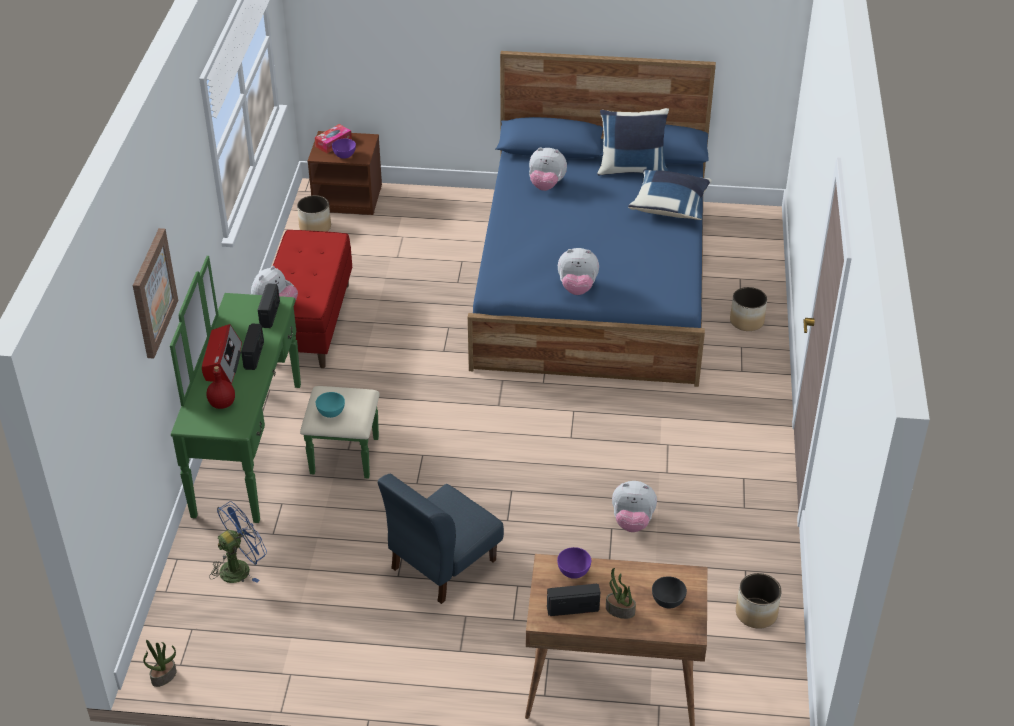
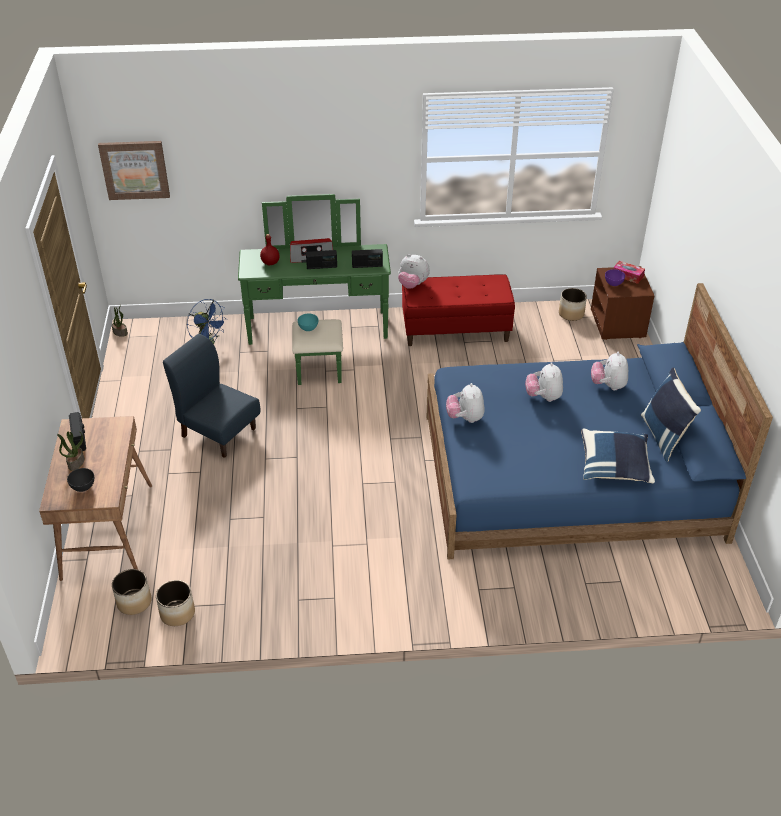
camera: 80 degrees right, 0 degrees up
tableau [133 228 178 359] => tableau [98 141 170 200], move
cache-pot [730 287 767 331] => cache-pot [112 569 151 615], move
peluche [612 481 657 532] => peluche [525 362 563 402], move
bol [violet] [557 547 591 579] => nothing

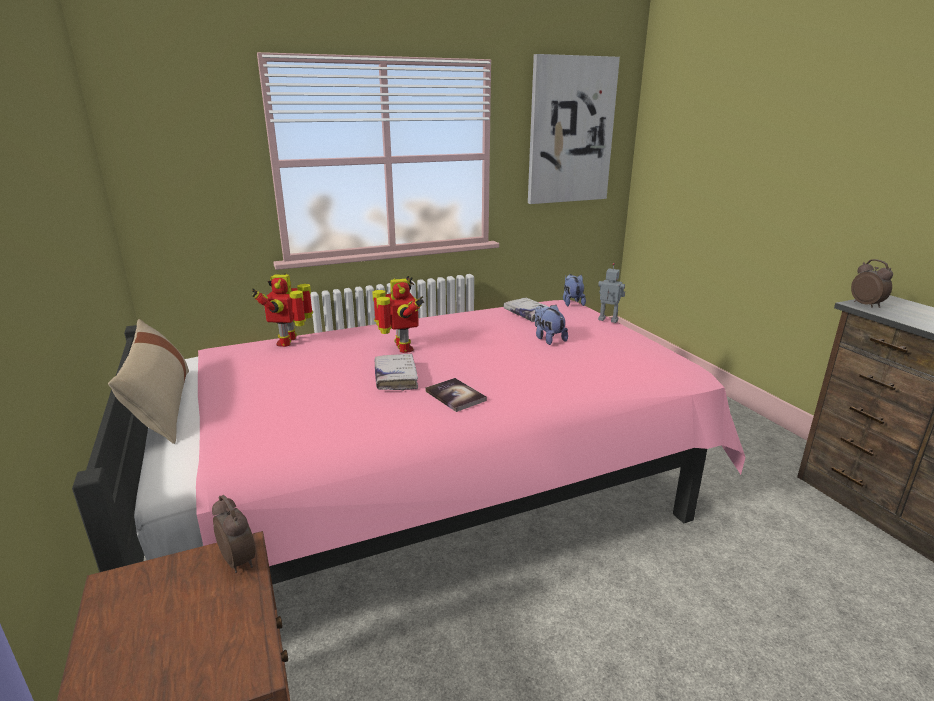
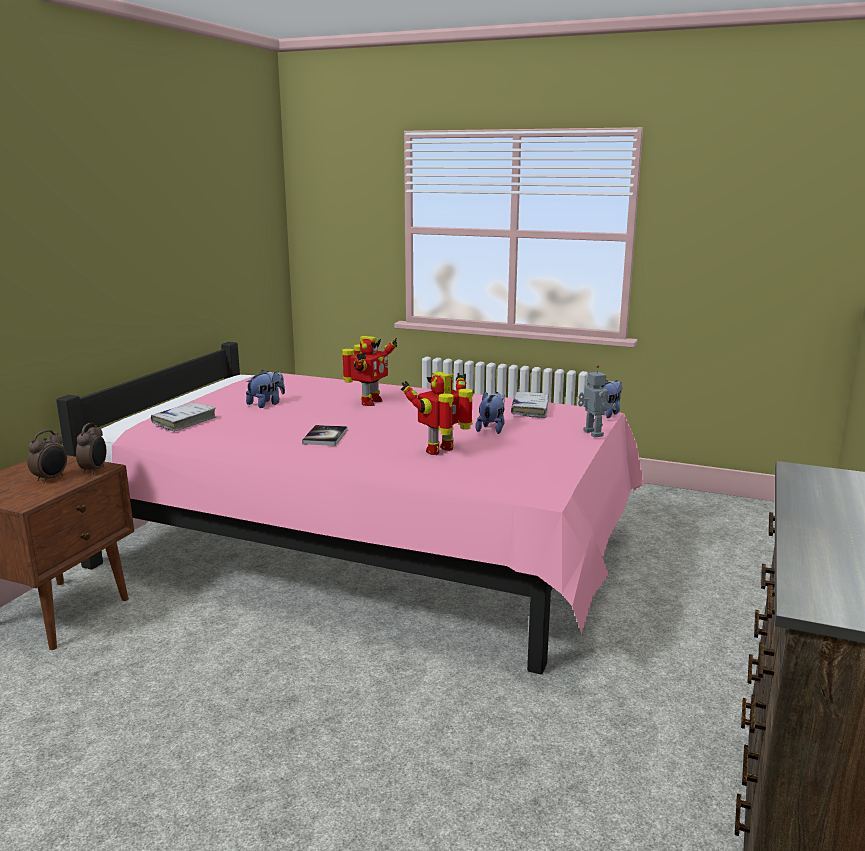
camera: 45 degrees right, 5 degrees down
tableau [528 54 620 204] => nothing
réveil [851 259 893 308] => réveil [27 430 67 483], move
robot jouet [252 273 313 347] => robot jouet [401 372 473 455], move
coussin [beige] [108 319 189 444] => nothing
livre [blanc] [375 354 418 391] => livre [blanc] [151 402 216 432], move
nothing => peluche [246 370 285 408]

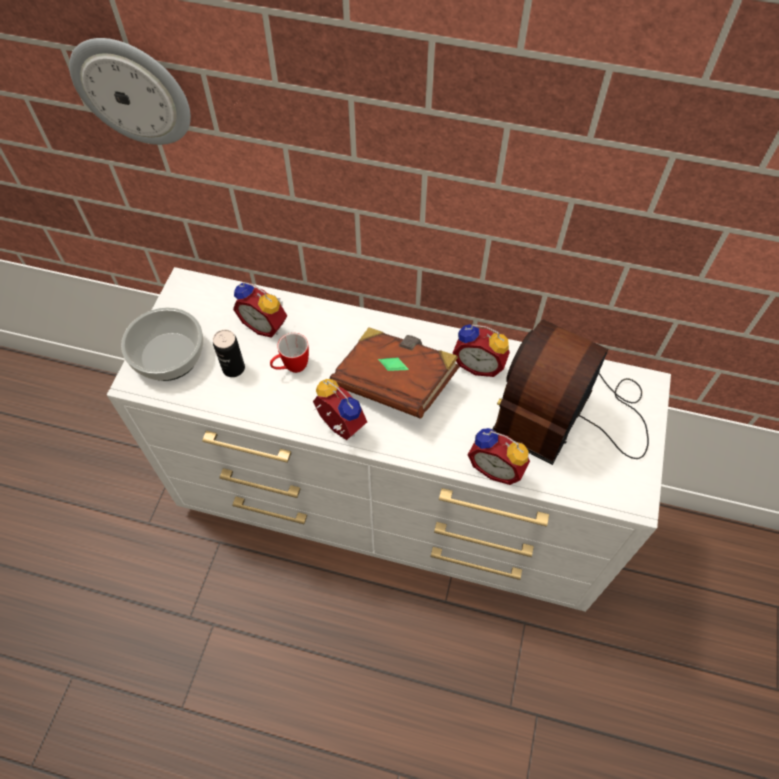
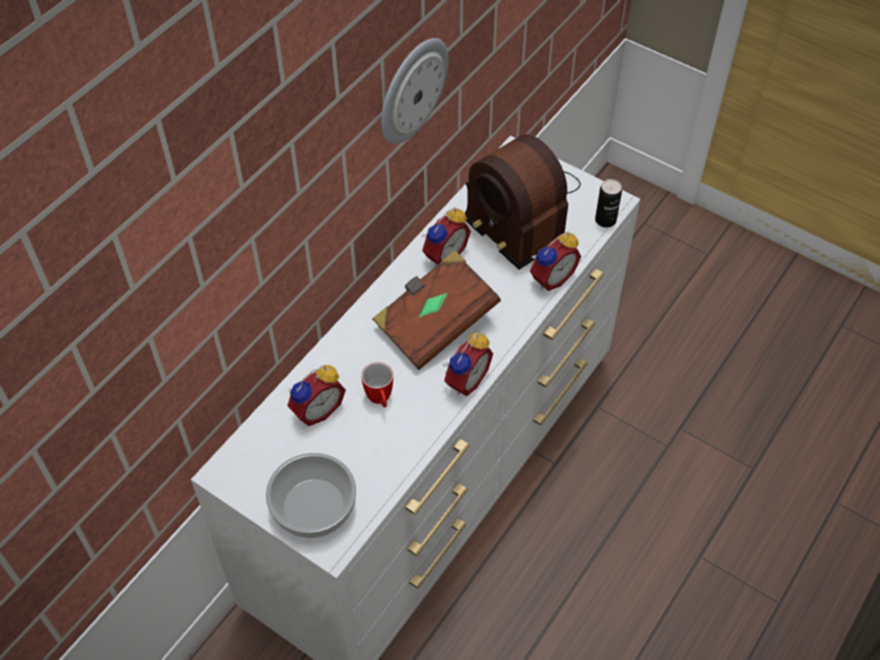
camera: 70 degrees left, 5 degrees down
horloge murale [69 38 191 145] => horloge murale [381 38 449 144], move
boîte métallique [213 329 245 377] => boîte métallique [595 179 622 228], move
réveil [313 379 367 440] => réveil [443 332 493 396], 150 degrees clockwise

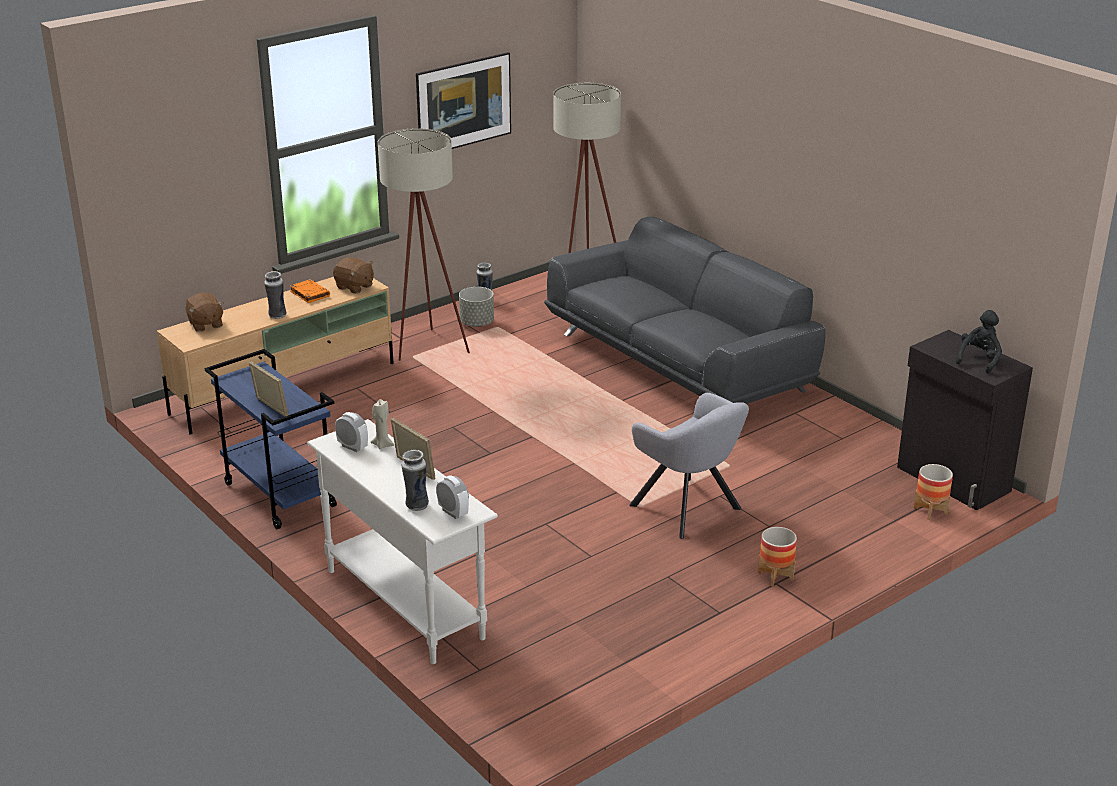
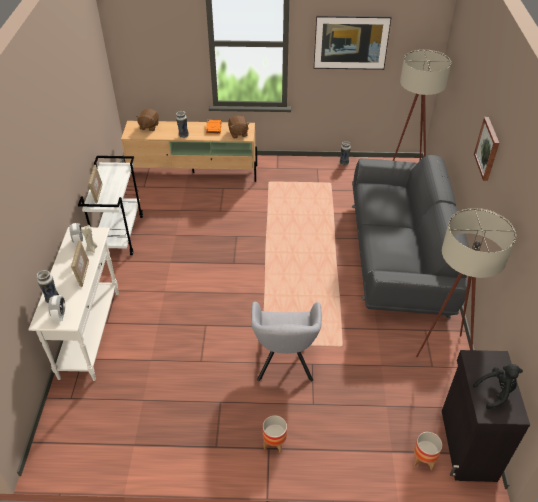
camera: 40 degrees right, 15 degrees up
lampadaire [beige] [378 128 470 361] => lampadaire [beige] [416 208 516 357], move
cache-pot [gris] [459 287 494 327] => nothing
chariot [bleu] [204 349 337 529] => chariot [blanc] [78 156 143 255]
nothing => tableau [474 117 499 181]

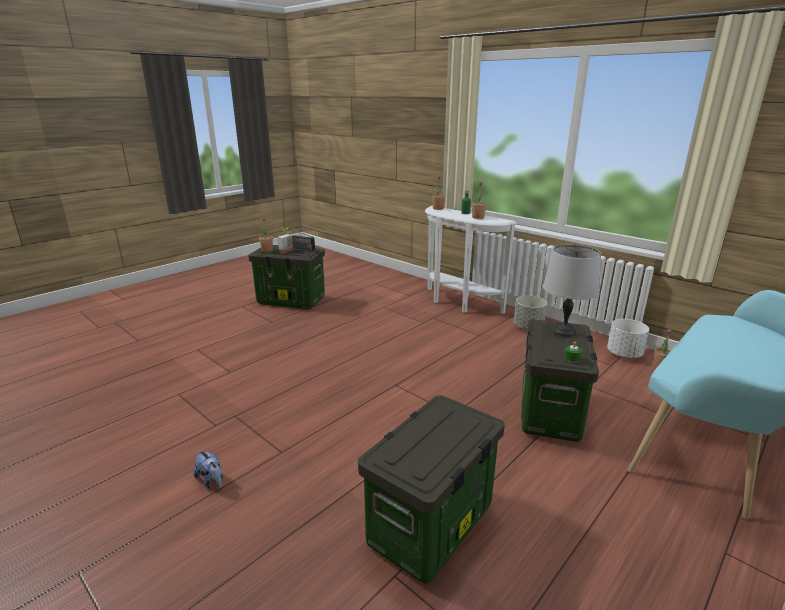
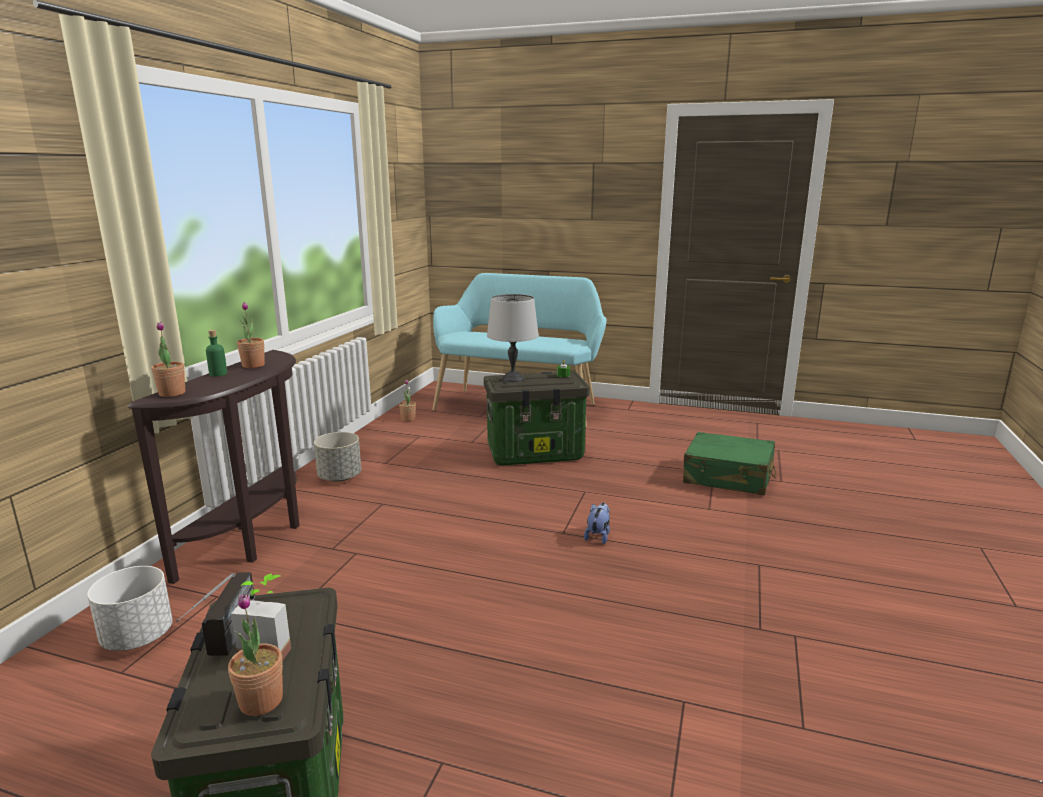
camera: 115 degrees left, 5 degrees down
table console [blanc] [425 206 517 314] => table console [marron] [128 350 299 584]
cache-pot [blanc] [607 319 649 358] => cache-pot [blanc] [87 566 173 651], move
boîte de rangement [358 395 505 584] => valise [vert] [683 432 776 495]
peluche [194 450 223 488] => peluche [584 503 610 544], move

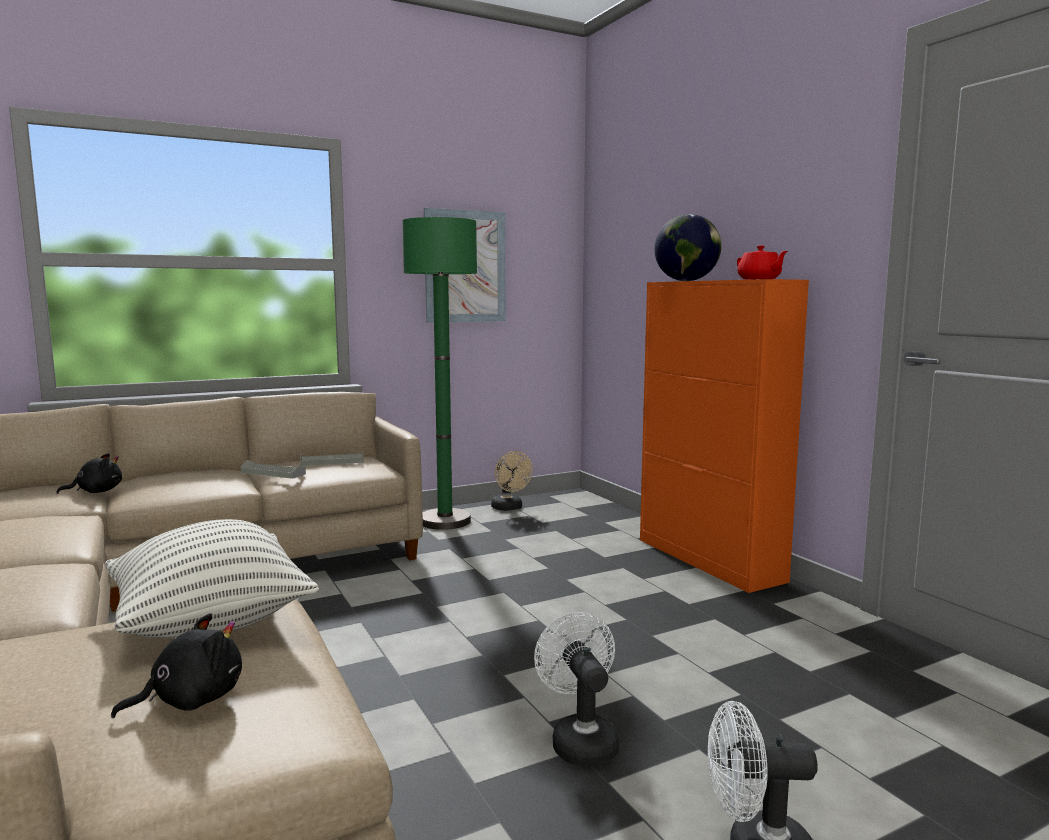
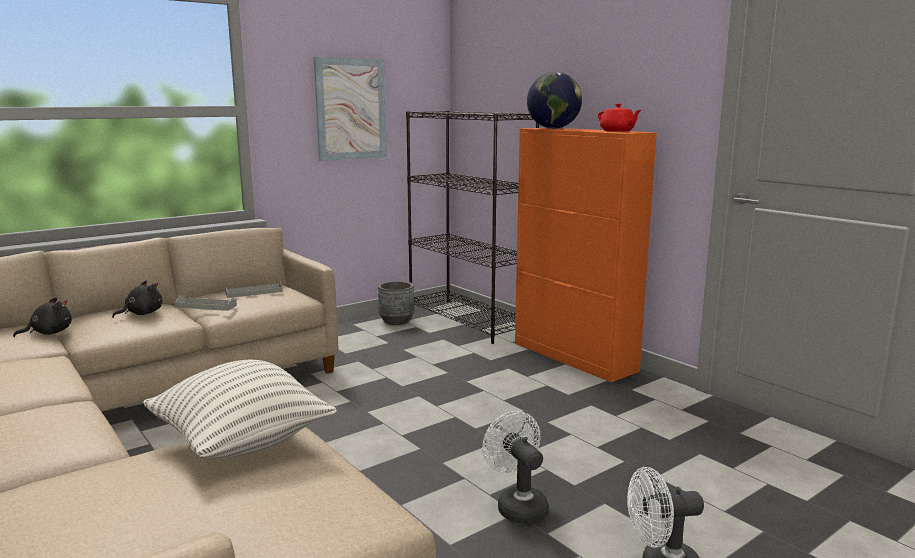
camera: 10 degrees left, 5 degrees up
lampadaire [vert] [402 217 477 530] => nothing
ventilateur [beige] [491 451 533 511] => cache-pot [gris] [378 281 414 325]
peluche [noir] [111 613 242 718] => peluche [noir] [112 280 162 318], move
nothing => bibliothèque [noir] [406 111 539 344]

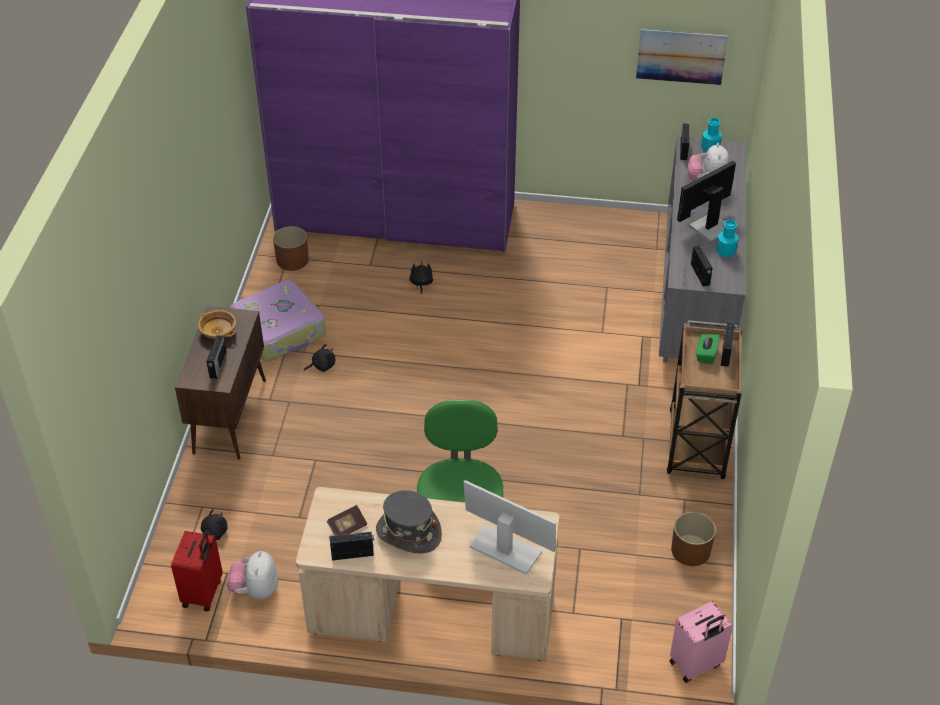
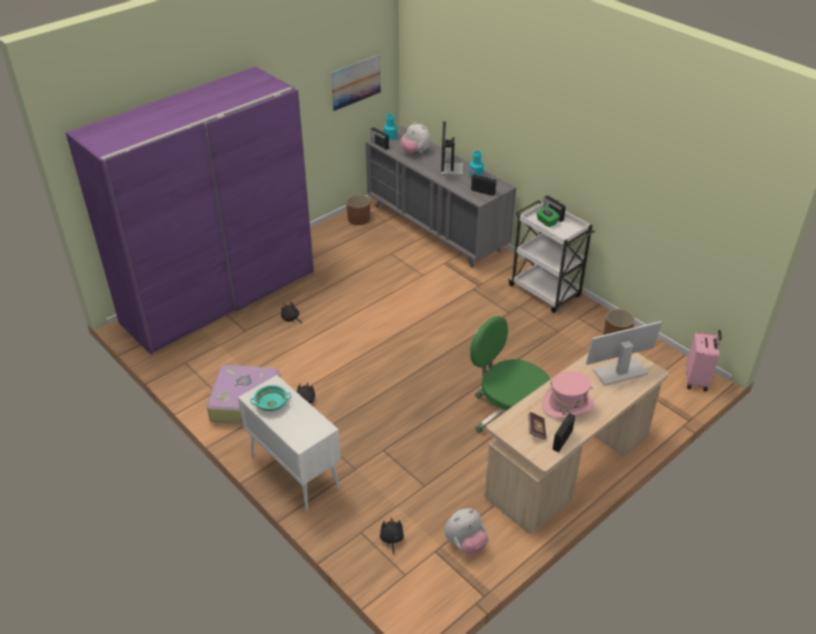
camera: 50 degrees left, 5 degrees down
cache-pot [marron] [273 226 309 271] => cache-pot [marron] [346 195 370 225], move
meuble de rangement [marron] [175 306 266 459] => meuble de rangement [blanc] [238 375 341 511]
bol [beige] [198 310 236 339] => bol [turquoise] [250 385 291 411]
chariot [marron] [667 320 742 479] => chariot [blanc] [508 200 595 313]
radio [206 335 227 379] => nothing
chapeau [gris] [376 490 442 554] => chapeau [rose] [542 371 594 418]
valise [rouge] [171 531 223 612] => nothing
peluche [227 551 278 600] => peluche [445 508 489 554], 75 degrees counterclockwise

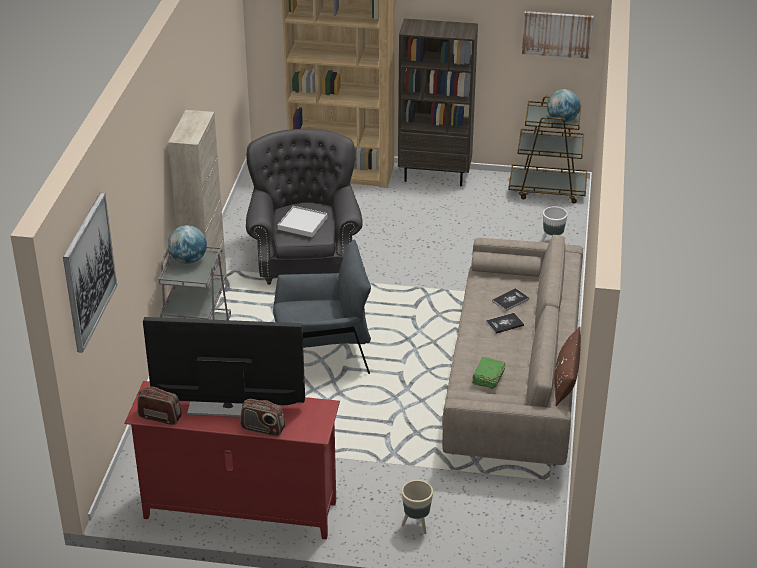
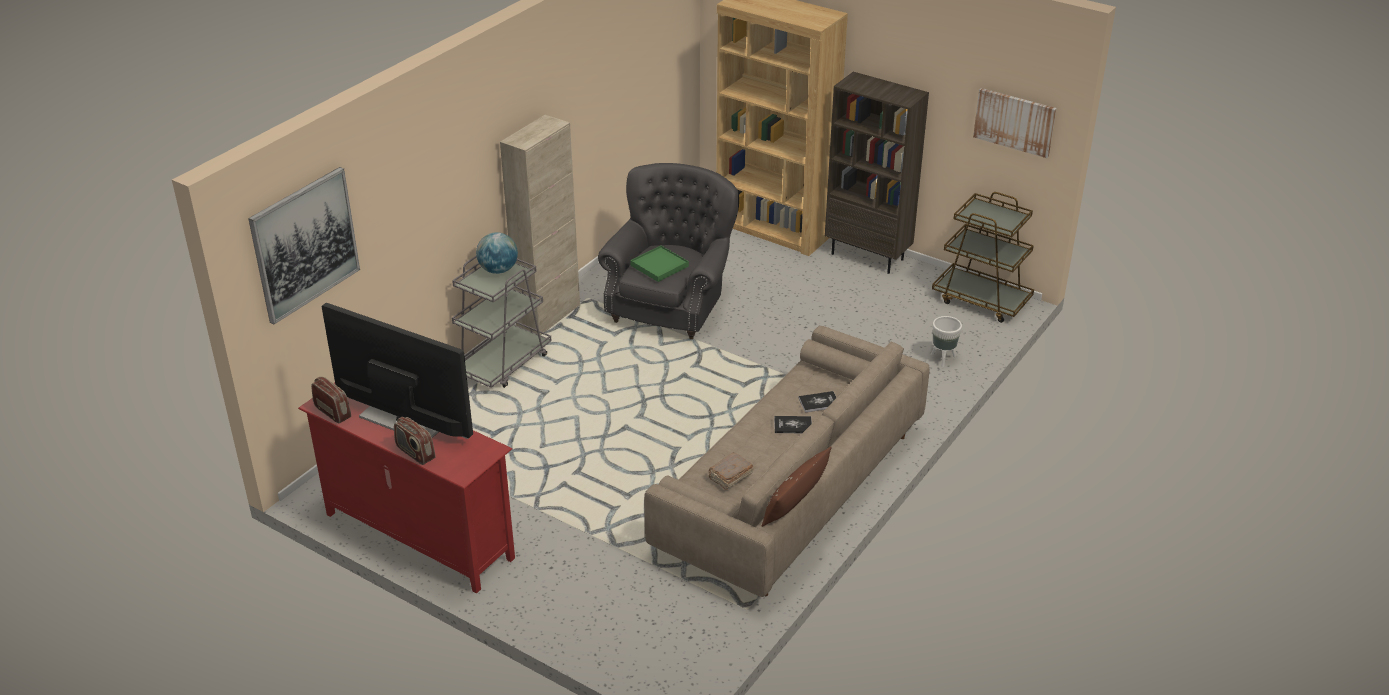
camera: 25 degrees right, 0 degrees up
globe [547 89 580 123] => nothing
plateau [blanc] [278 206 327 237] => plateau [vert] [630 246 689 282]
fauteuil [gris] [273 239 371 374] => nothing
livre [vert] [472 357 506 389] => livre [marron] [709 452 753 490]
cache-pot [beige] [401 480 433 534] => nothing

